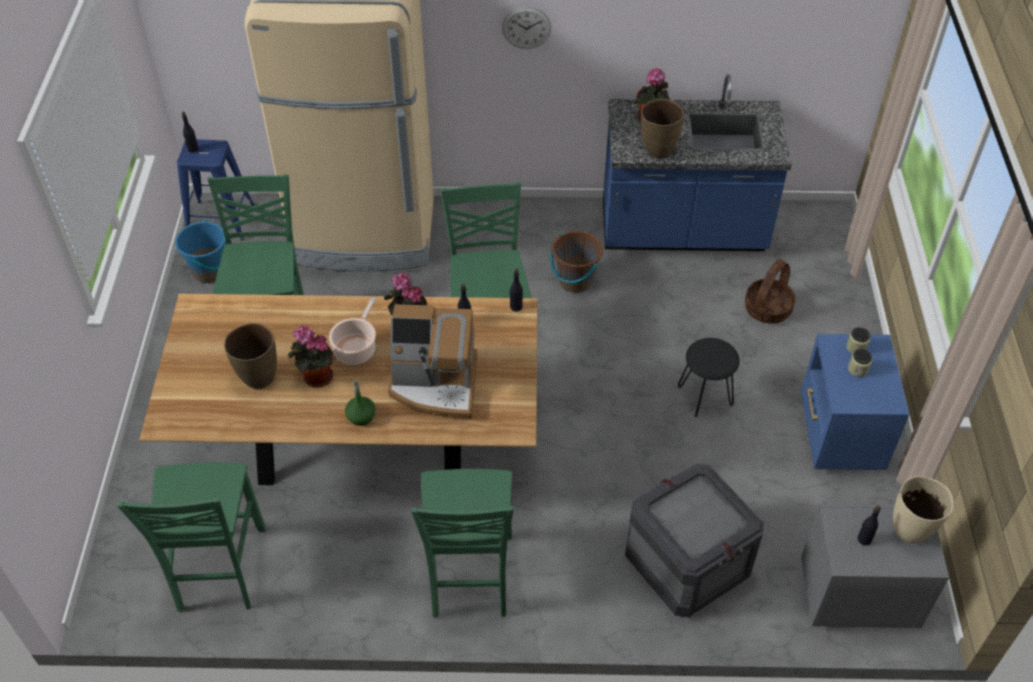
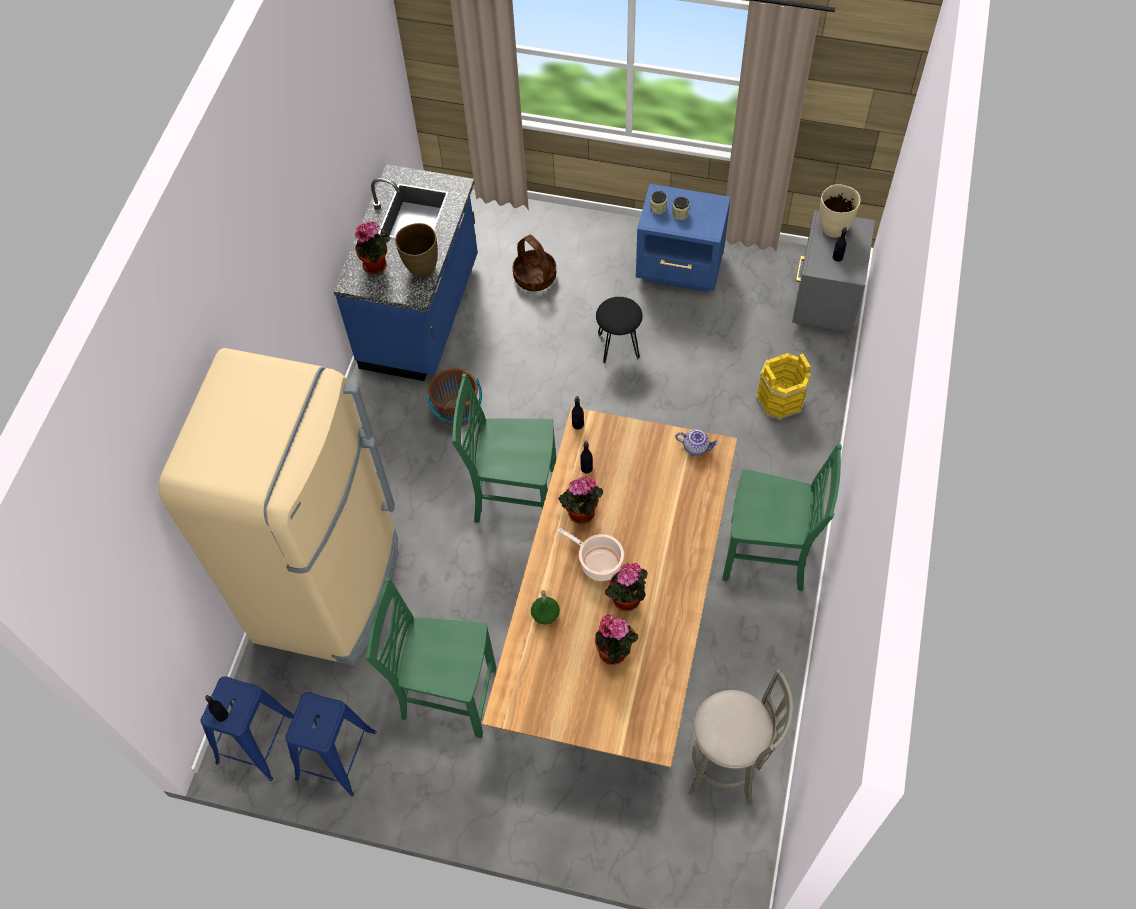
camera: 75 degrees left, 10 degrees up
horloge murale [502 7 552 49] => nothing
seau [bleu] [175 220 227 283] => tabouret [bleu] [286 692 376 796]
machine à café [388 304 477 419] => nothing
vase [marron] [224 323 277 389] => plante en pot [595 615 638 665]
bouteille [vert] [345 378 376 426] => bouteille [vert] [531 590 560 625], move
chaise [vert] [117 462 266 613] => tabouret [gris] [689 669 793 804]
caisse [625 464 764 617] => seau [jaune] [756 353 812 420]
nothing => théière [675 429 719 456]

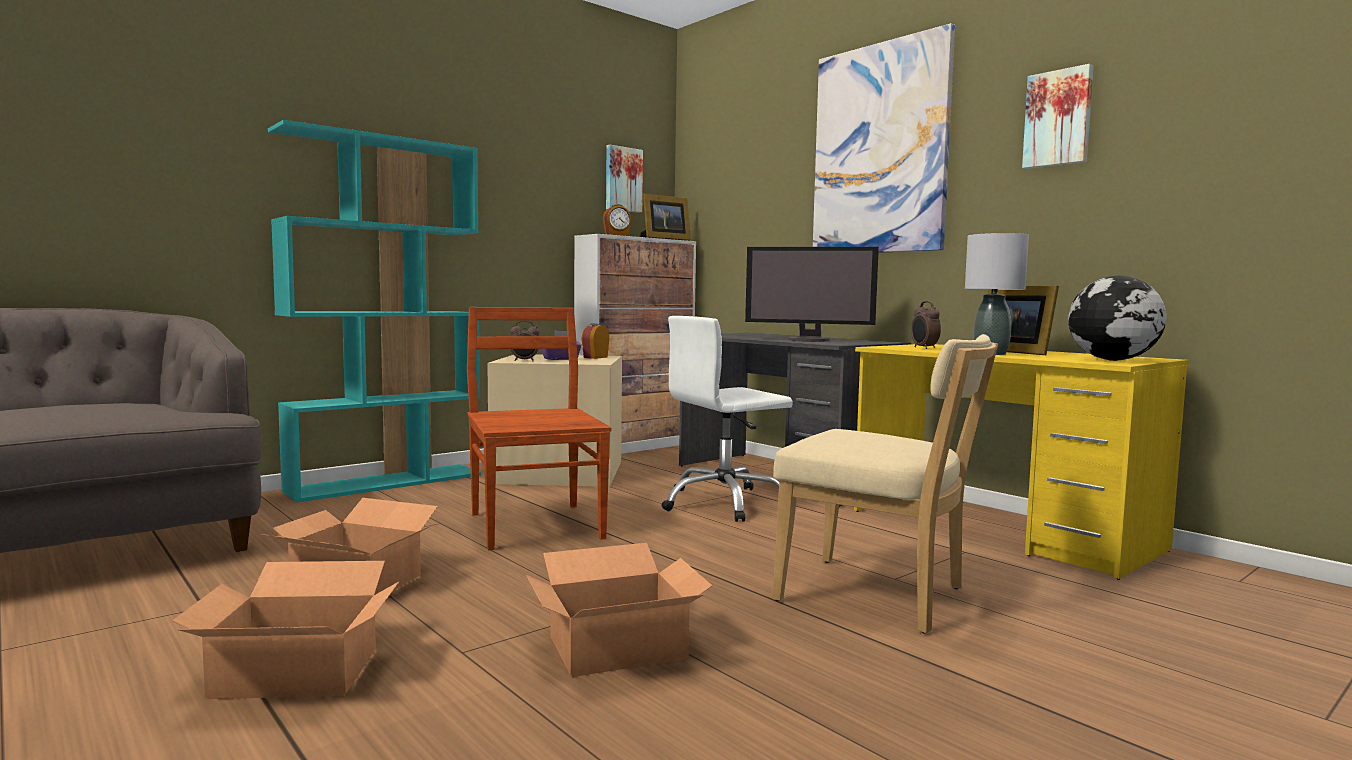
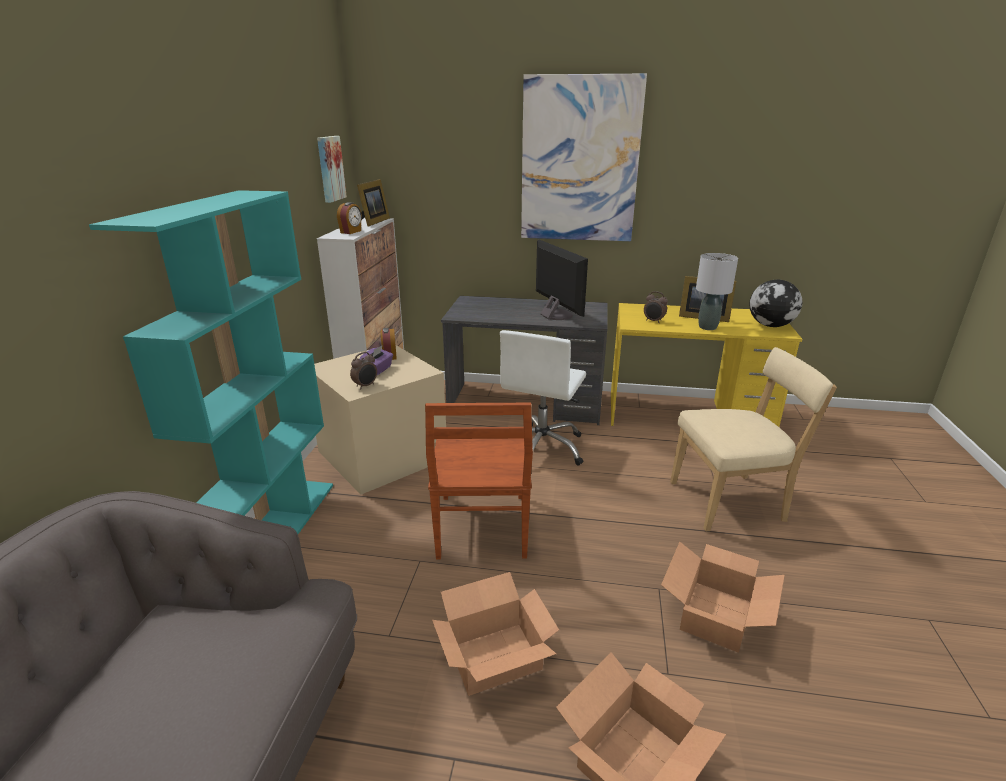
camera: 40 degrees left, 20 degrees up
tableau [1022 64 1094 169] => nothing
écran d'ordinateur [745 247 879 342] => écran d'ordinateur [536 239 588 320], 90 degrees counterclockwise
chaise [marron] [467 307 612 550] => chaise [marron] [425 403 533 559], 120 degrees counterclockwise

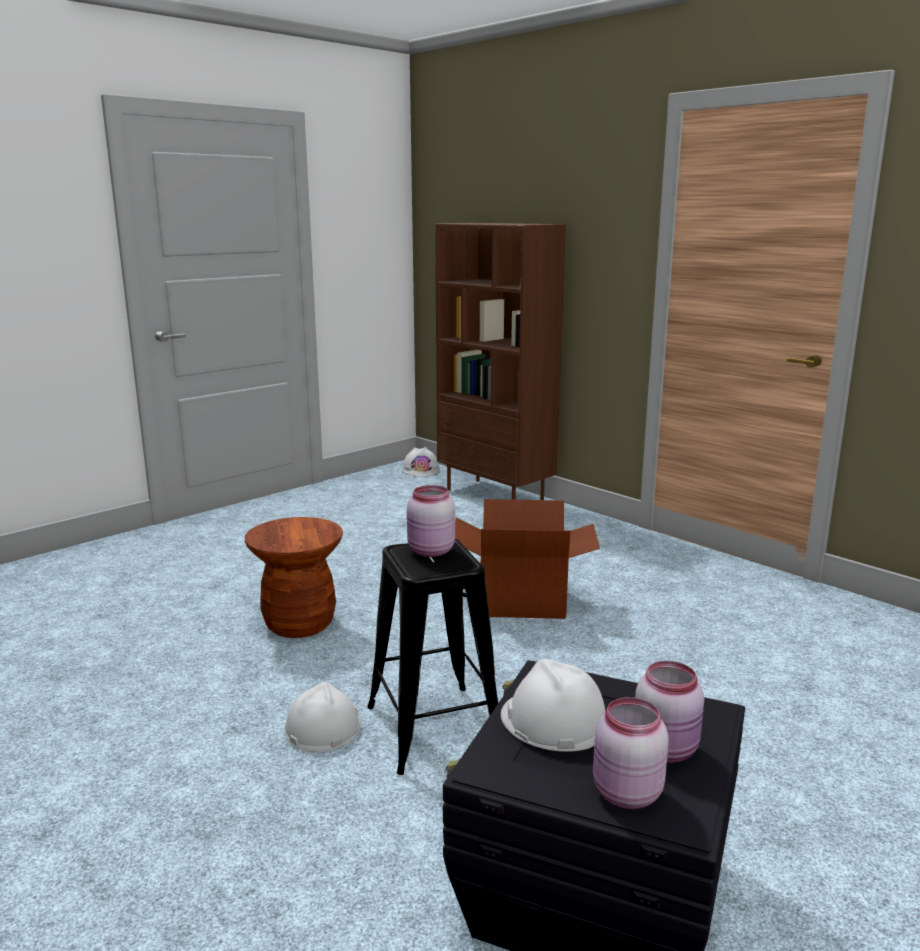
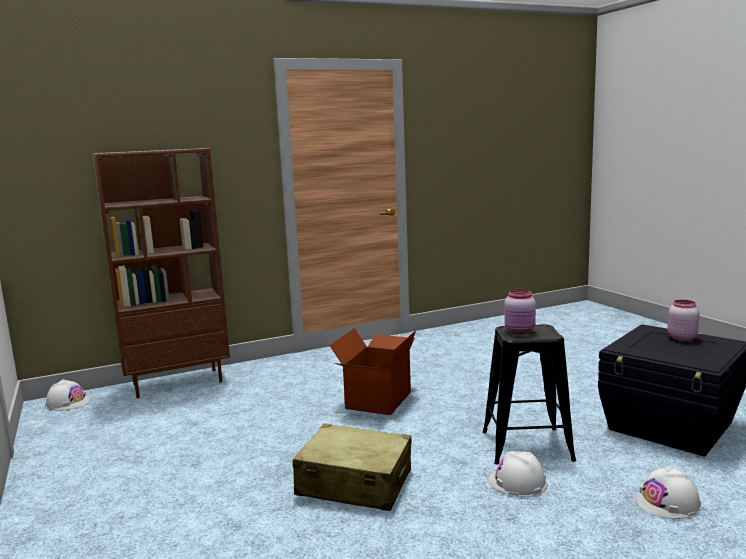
camera: 70 degrees left, 5 degrees down
tabouret [marron] [245 517 343 638] => valise [beige] [293 423 411 511]
casque de chantier [blanc] [501 659 606 752] => casque de chantier [blanc] [635 466 701 519], move
bocal [rose] [593 697 669 809] => nothing

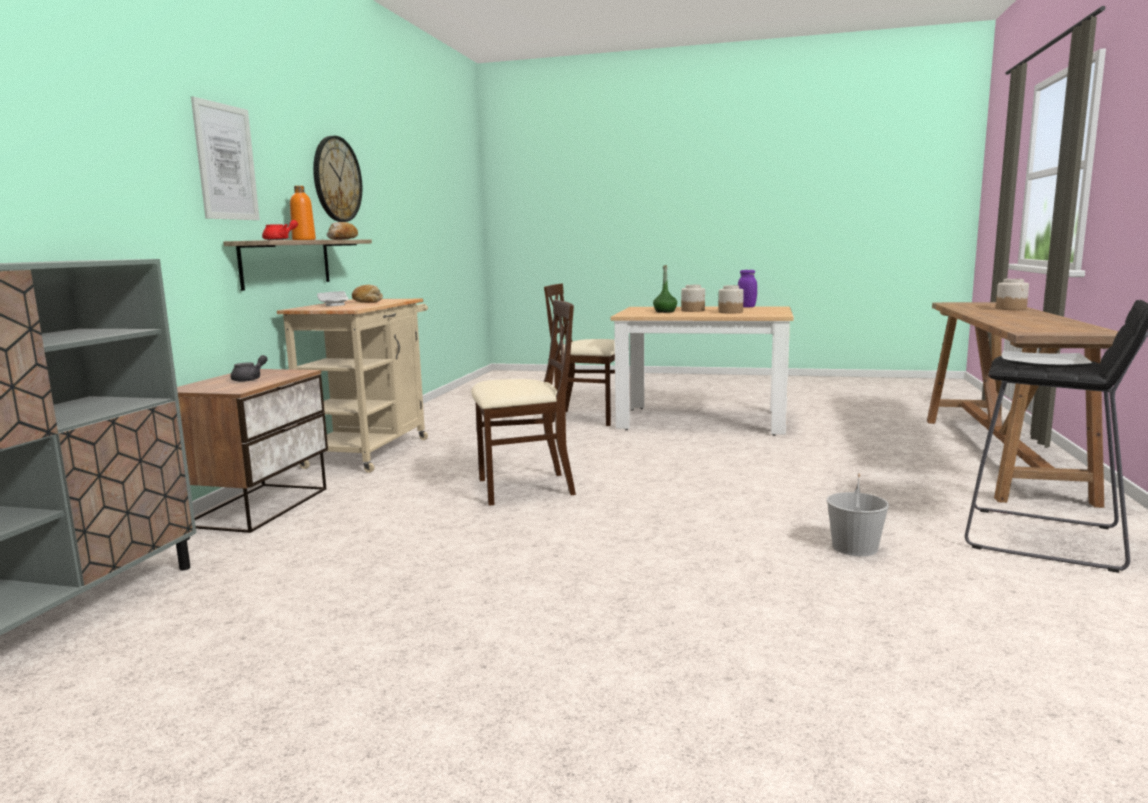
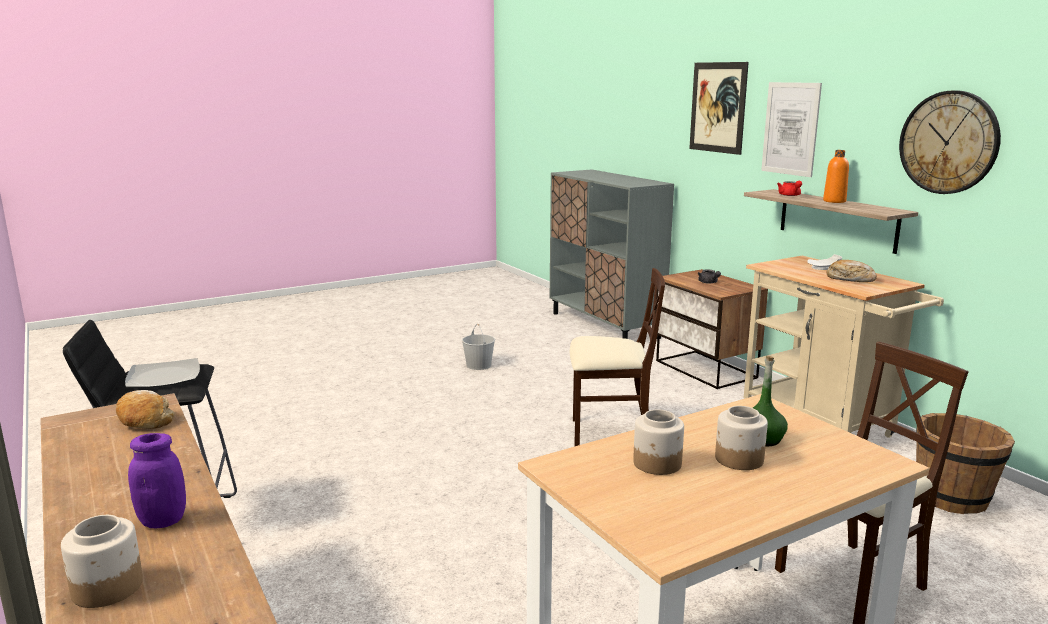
camera: 135 degrees right, 5 degrees up
pain [327 222 358 240] => pain [116 390 175 429], move
bocal [violet] [738 270 757 307] => bocal [violet] [128 433 186 528], move
chaise [beige] [471 300 576 506] => chaise [beige] [570 268 665 447], 120 degrees counterclockwise
seau [blanc] [827 473 889 556] => seau [blanc] [462 324 495 370], move
nothing => tableau [689 62 749 155]
nothing => seau [marron] [916 413 1015 514]

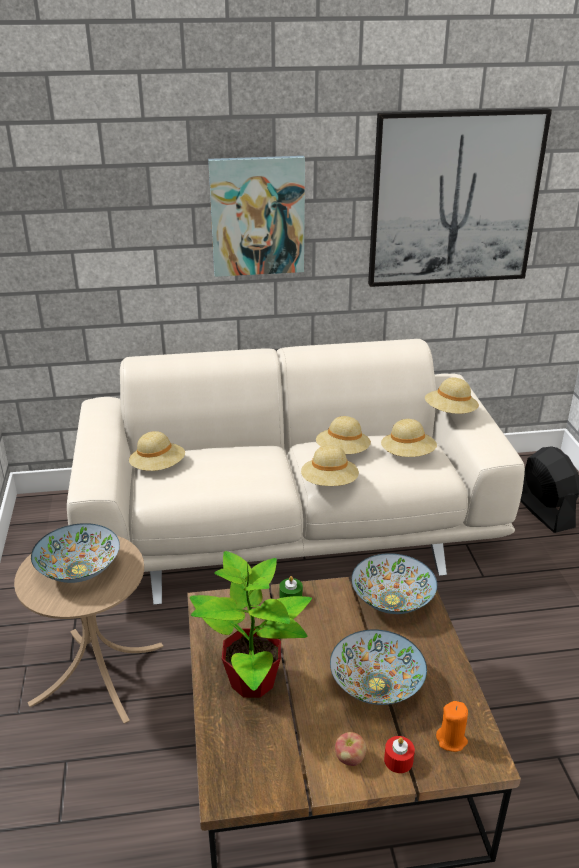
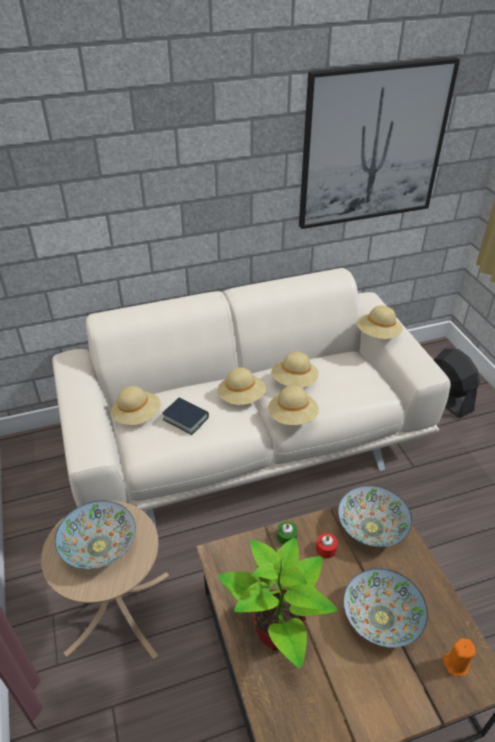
camera: 10 degrees left, 10 degrees up
tableau [208 156 305 277] => nothing
chapeau [beige] [381 419 437 457] => chapeau [beige] [217 367 266 405], move
pomme [335 732 367 766] => nothing
bougie [rouge] [384 736 415 773] => bougie [rouge] [316 533 338 558], move
nothing => livre [162 398 209 435]

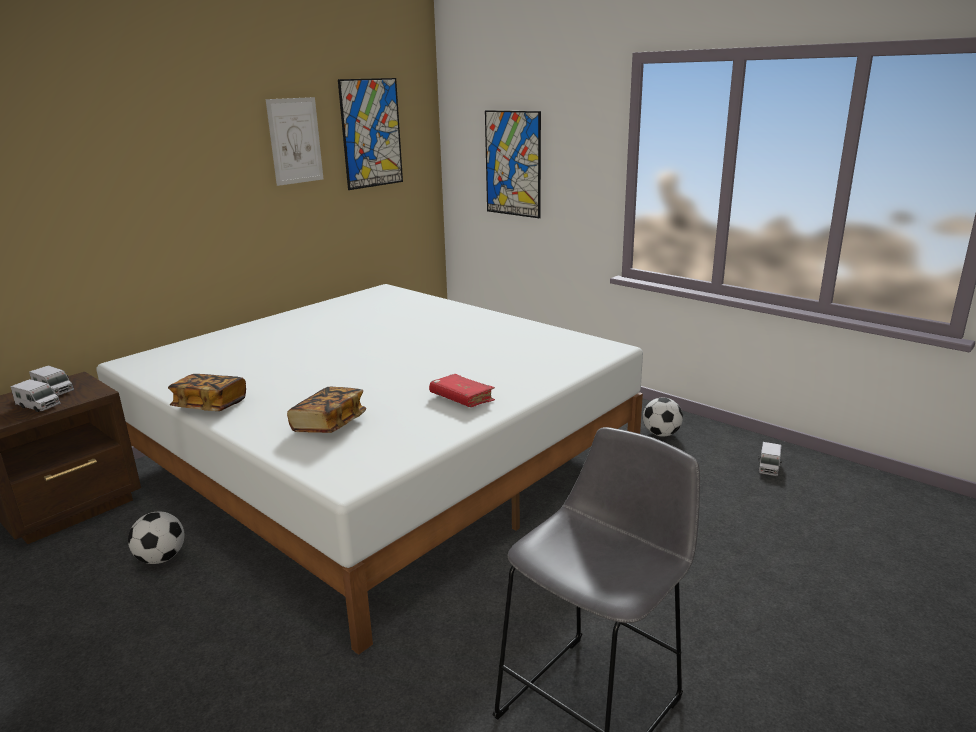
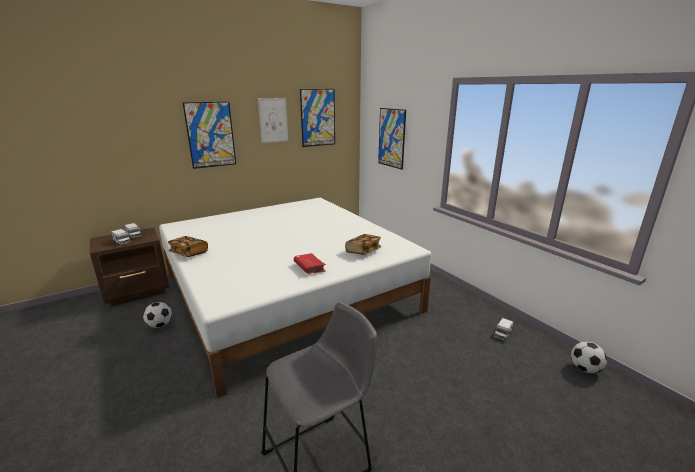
camera: 15 degrees right, 0 degrees up
livre [287 387 366 433] => livre [345 234 381 255], move
ballon de foot [643 398 683 437] => ballon de foot [571 342 607 373], move
nothing => tableau [183 102 236 169]

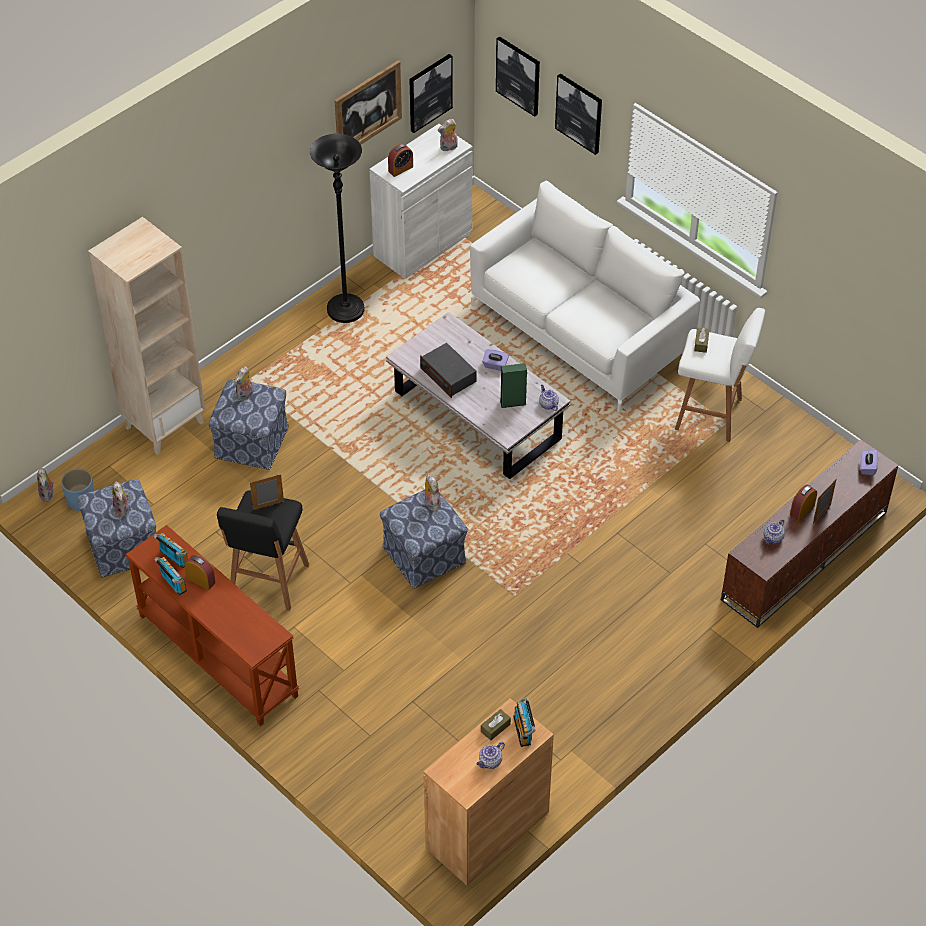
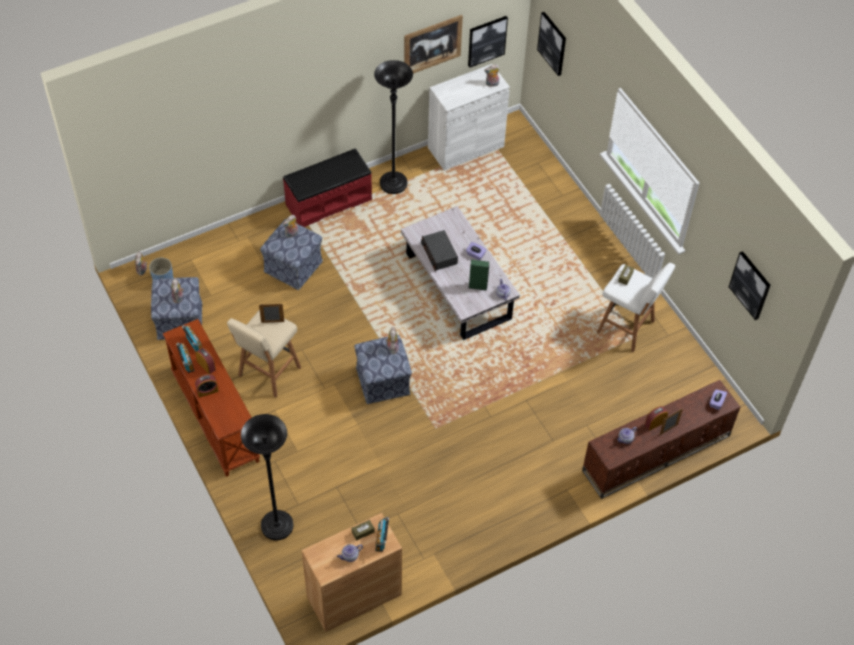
camera: 15 degrees right, 5 degrees up
tableau [555 74 602 155] => tableau [729 251 770 320], move
réveil [388 144 413 177] => réveil [195 374 219 398], move
canapé [blanc] [470 181 700 412] => nothing
bibliothèque [beige] [88 217 205 455] => nothing
tabouret [noir] [217 490 309 611] => tabouret [beige] [227 310 301 398]
nothing => banc [rouge] [283 149 372 227]
nothing => lampadaire [noir] [241 414 293 540]

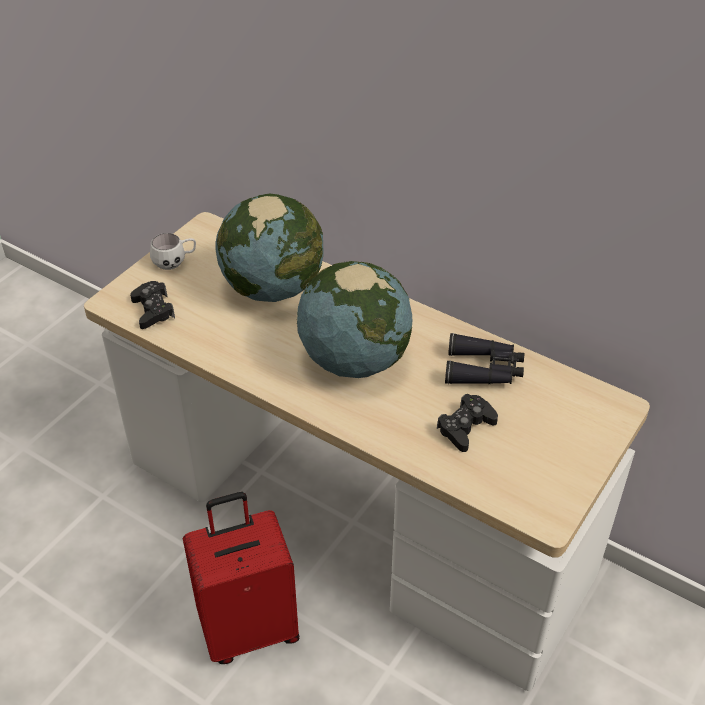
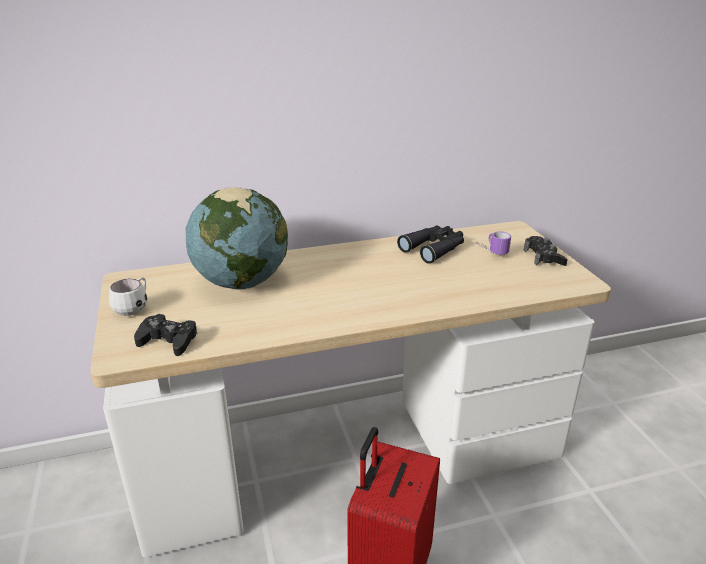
camera: 50 degrees left, 15 degrees down
globe [297 261 412 378] => nothing
manette [noir] [437 394 498 452] => manette [noir] [524 236 568 266], move
nothing => mug [476 231 511 255]

